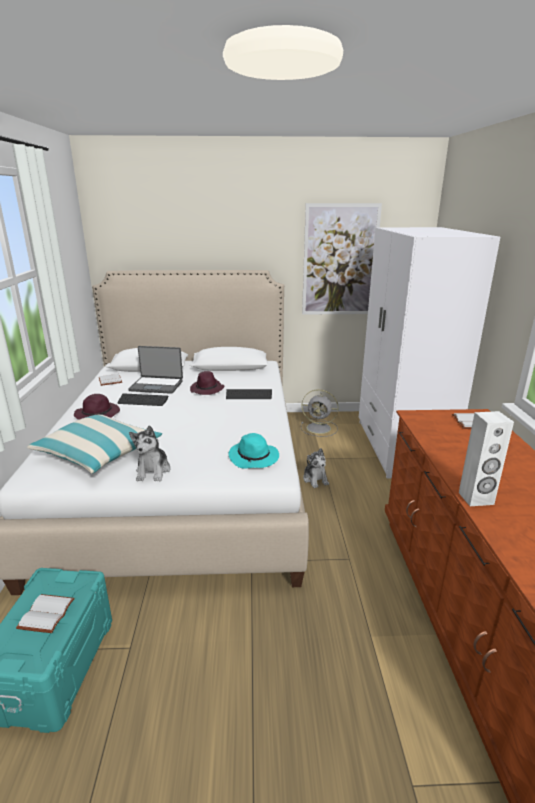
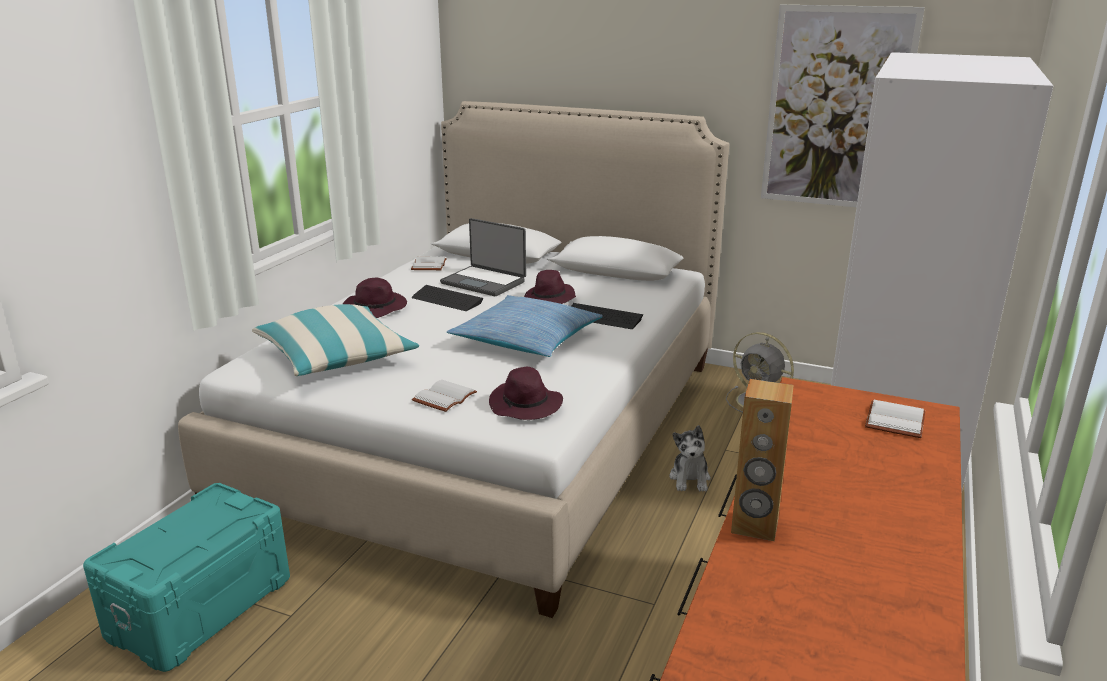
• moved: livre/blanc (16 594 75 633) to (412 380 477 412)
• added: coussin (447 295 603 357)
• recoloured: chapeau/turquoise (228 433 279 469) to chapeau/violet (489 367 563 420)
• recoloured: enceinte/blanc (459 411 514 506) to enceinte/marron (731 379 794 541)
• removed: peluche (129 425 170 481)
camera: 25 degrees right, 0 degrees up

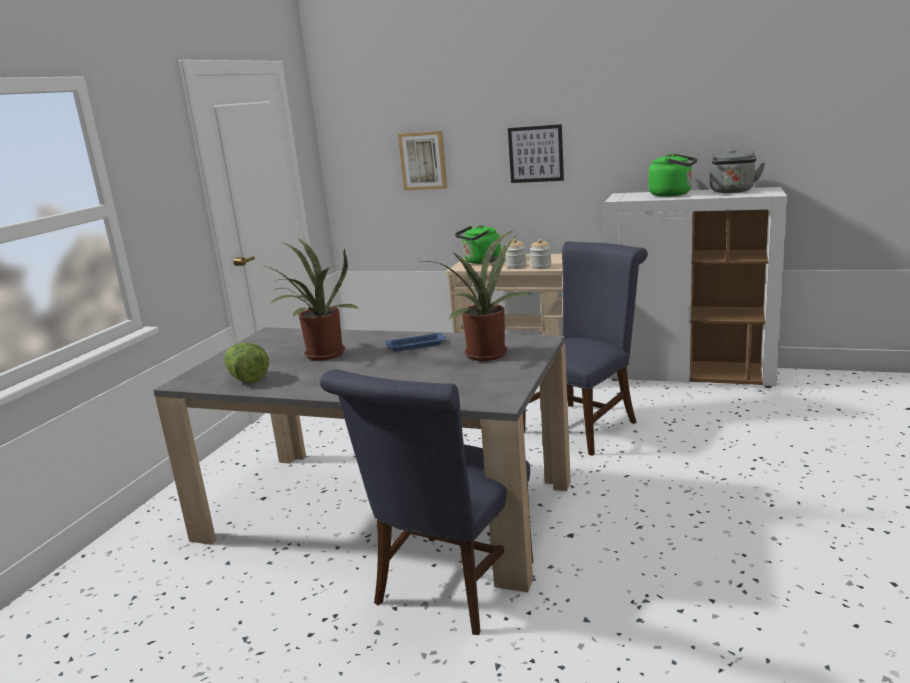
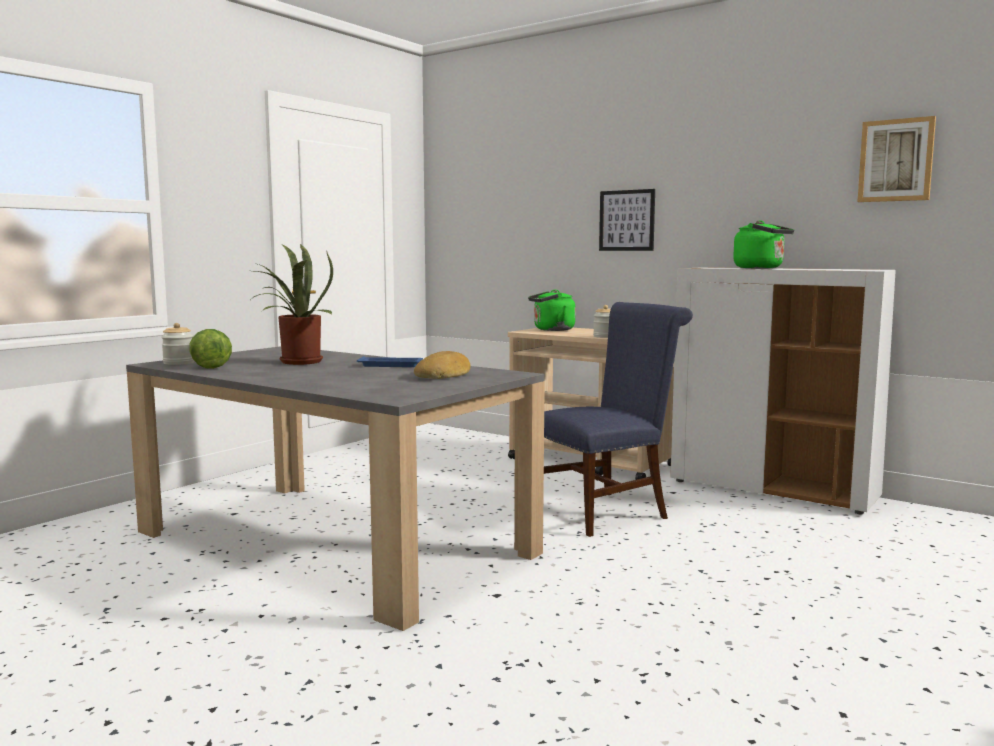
• moved: bocal (505 239 527 269) to (161 323 194 365)
• replaced: plante en pot (421 230 534 361) to pain (414 351 470 379)
• moved: tableau (398 131 447 191) to (857 116 936 202)
• removed: chaise/bleu (320 369 533 635)
• removed: bouilloire/gris (710 149 766 193)
camera: 15 degrees right, 10 degrees down

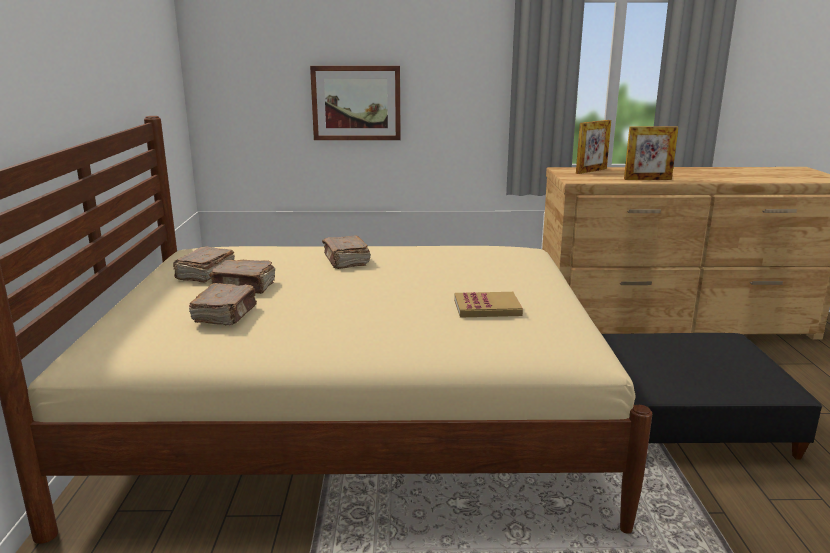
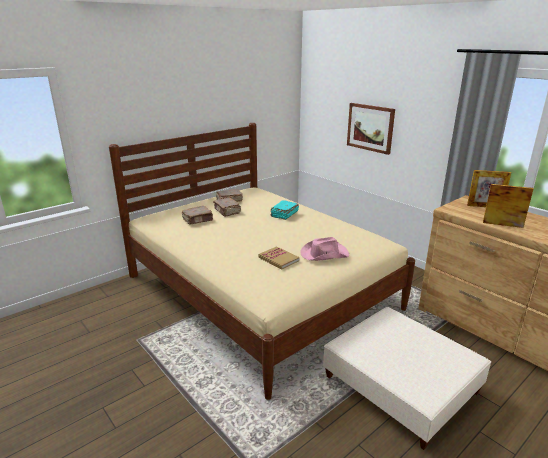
• recoloured: livre/marron (322 236 371 269) to livre/turquoise (271 200 299 220)
• added: chapeau/rose (300 237 349 261)
• recoloured: pouf/noir (602 333 822 460) to pouf/beige (323 307 491 450)
• turned: cadre photo (624 126 679 180) = (483 184 533 228) 150 degrees clockwise
camera: 50 degrees right, 5 degrees up

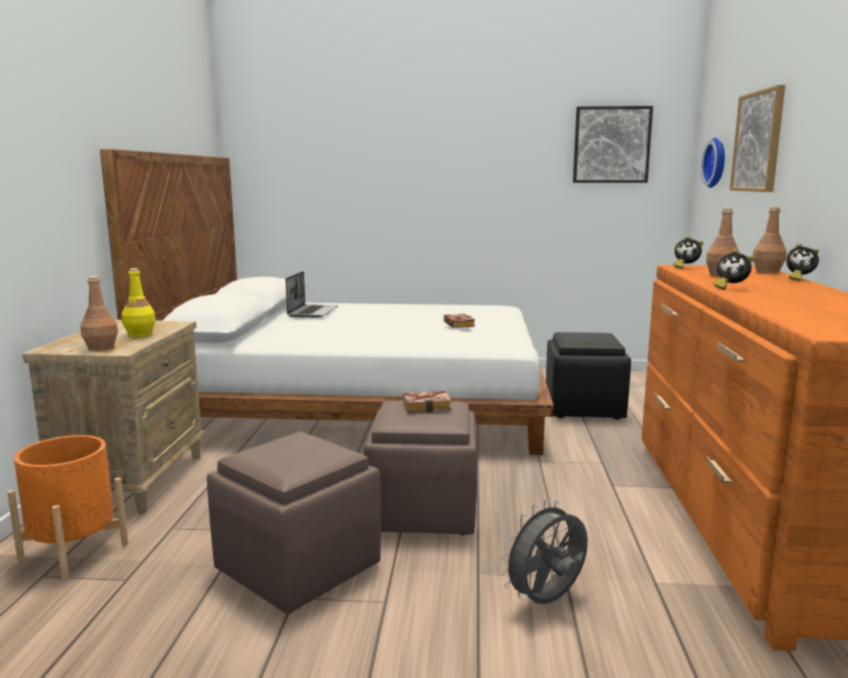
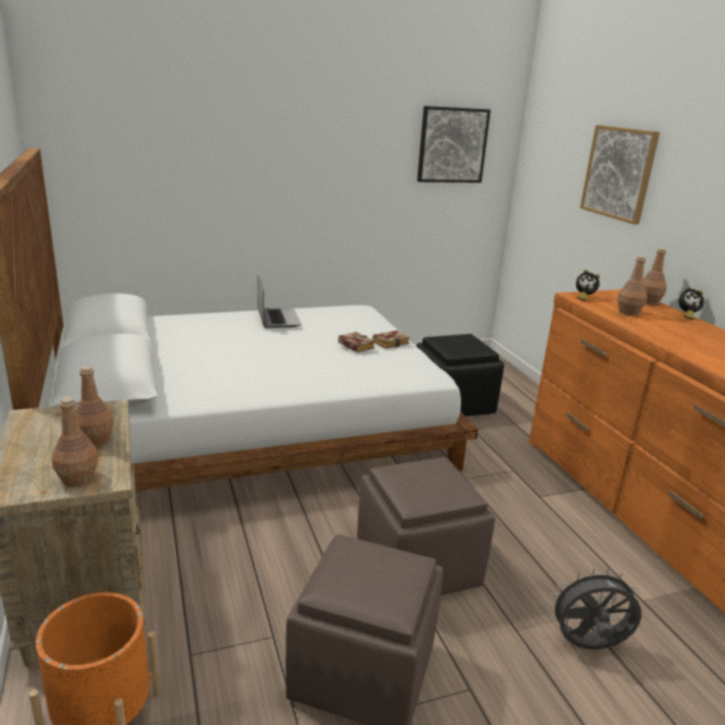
• recoloured: bouteille/jaune (122 268 156 338) to bouteille/marron (76 365 114 447)
• moved: ordinateur portable (285 271 338 318) to (257 276 301 328)
• moved: livre (403 391 452 413) to (372 331 410 349)
• turned: ventilateur/gris (500 500 588 604) = (548 568 642 649) 60 degrees clockwise
• removed: horloge murale (701 138 725 188)
• removed: réveil (714 250 754 290)
camera: 25 degrees left, 10 degrees up

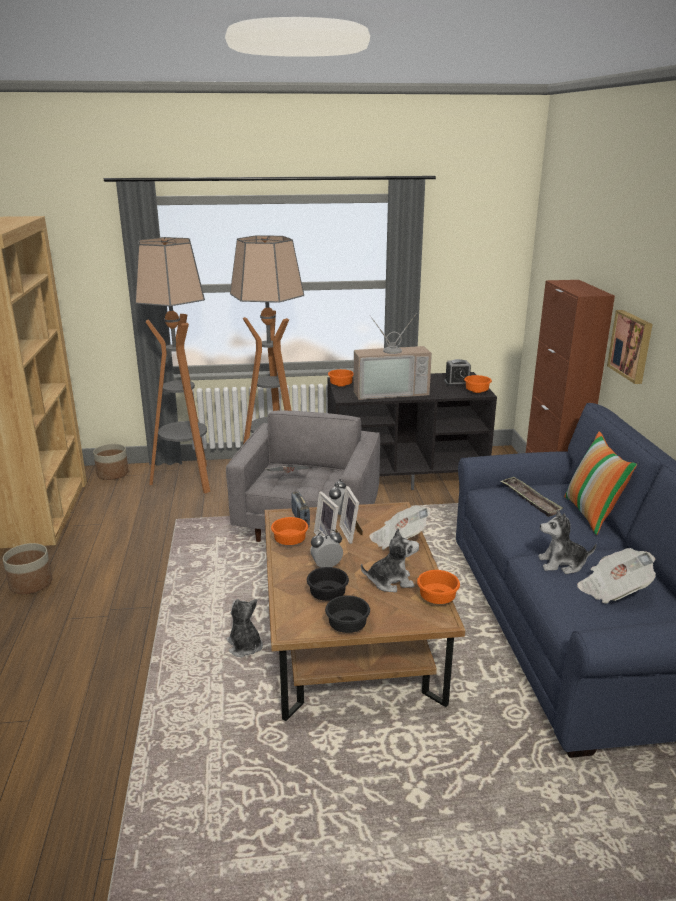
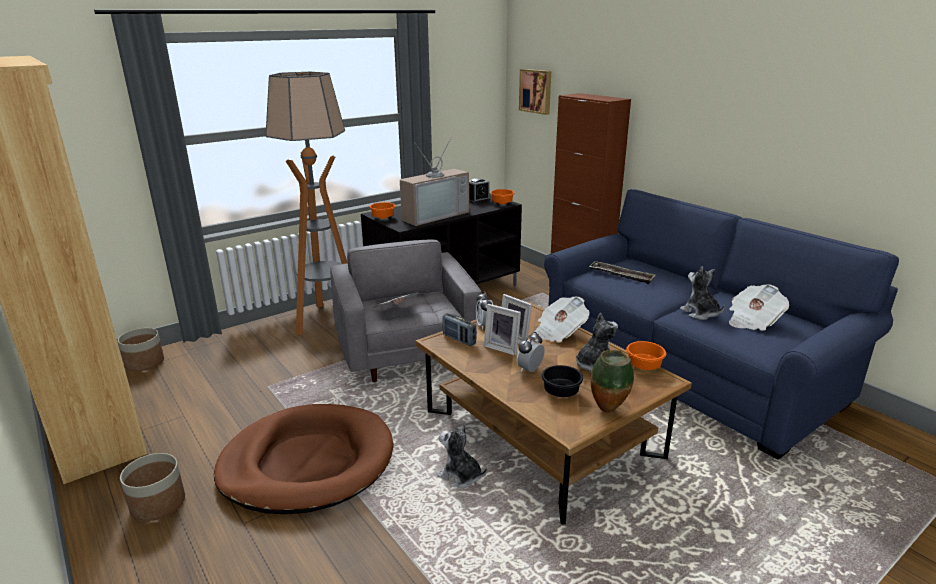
• added: panier pour chien/marron (214 404 394 514)
• moved: tableau (607 310 653 384) to (519 69 551 115)
• replaced: bol/noir (325 595 370 633) to vase (591 350 634 413)
• turned: peluche (538 510 596 574) = (680 266 725 320) 90 degrees clockwise
• removed: lampadaire (135 237 210 493)
• removed: bol/orange (271 517 308 545)
• removed: coussin (564 431 637 535)
camera: 30 degrees left, 0 degrees up

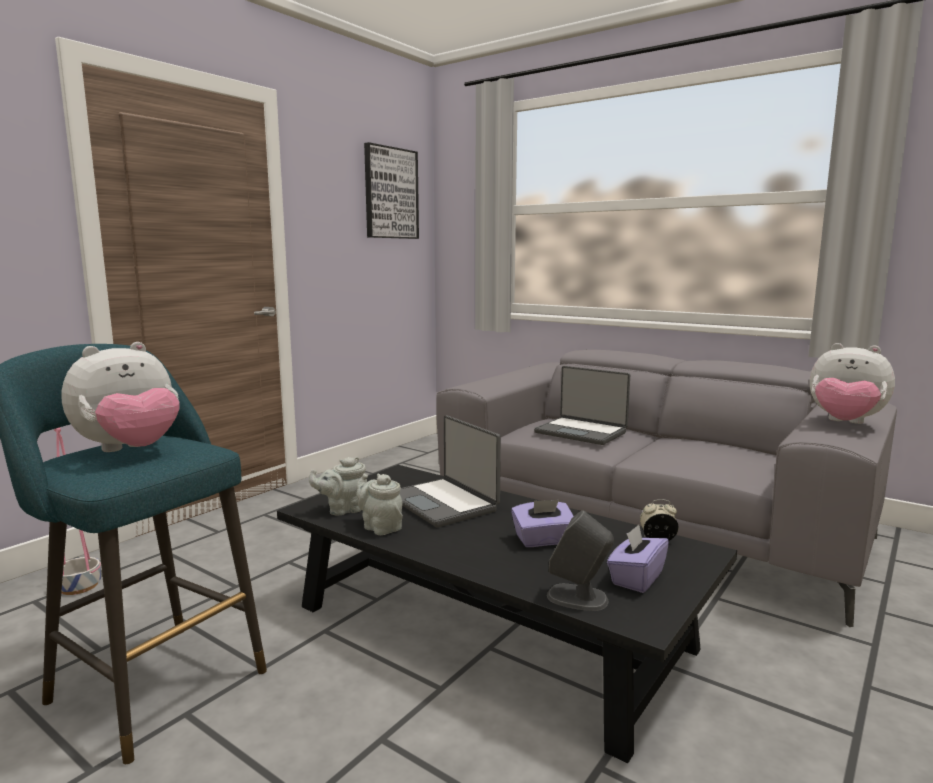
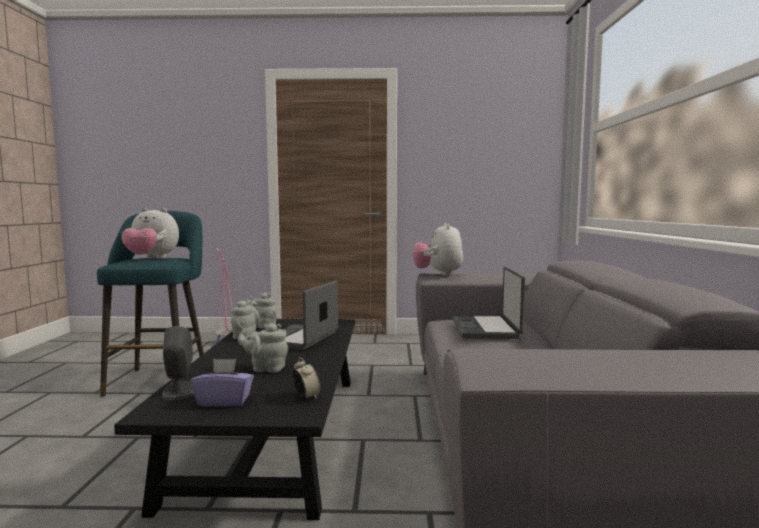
• replaced: boîte à mouchoirs/violet (511 499 574 547) to théière/gris (238 323 288 373)
• moved: peluche (810 343 895 424) to (413 223 463 276)
• removed: tableau (364 142 419 239)
camera: 55 degrees right, 5 degrees down

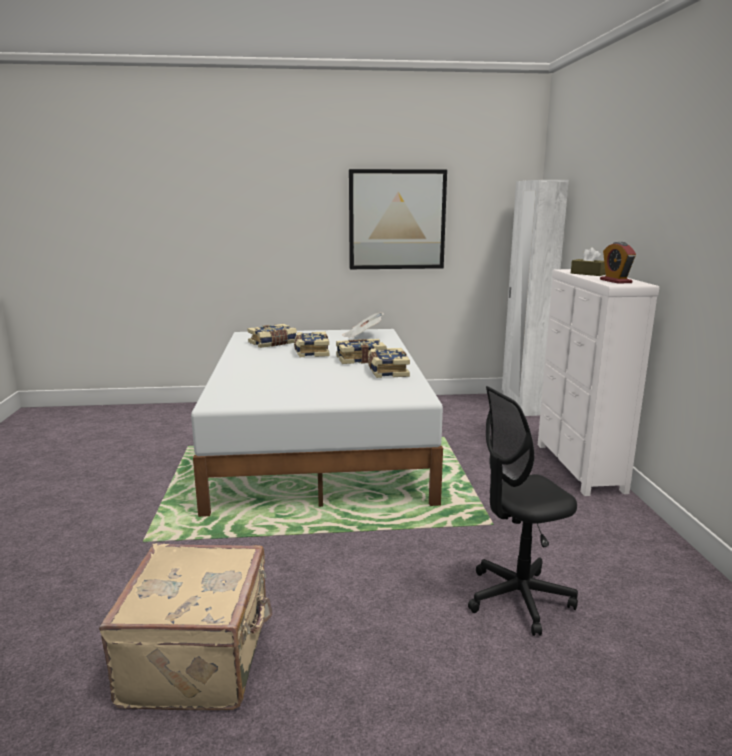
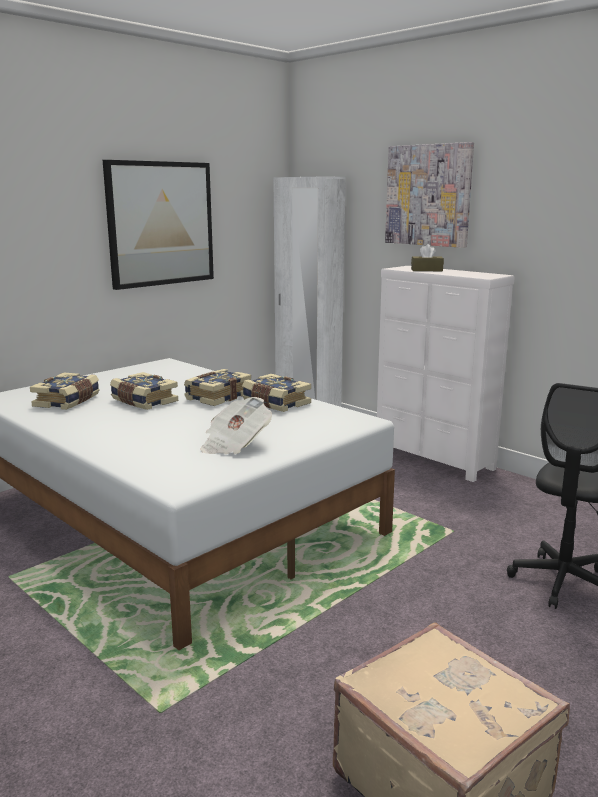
• moved: journal (342 312 384 338) to (200 397 272 454)
• added: tableau (385 142 474 248)
• removed: réveil (600 242 636 284)
camera: 40 degrees left, 0 degrees up

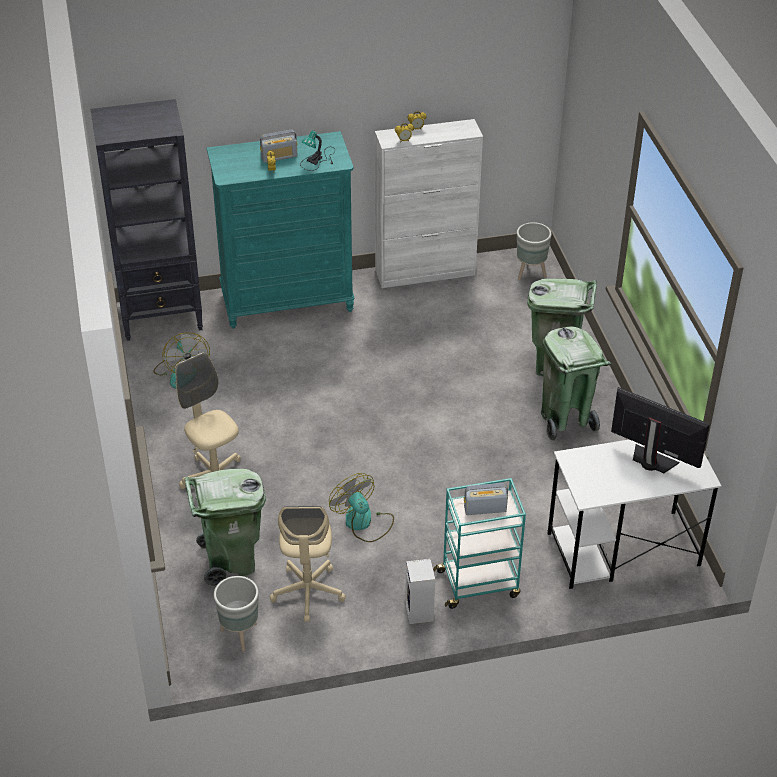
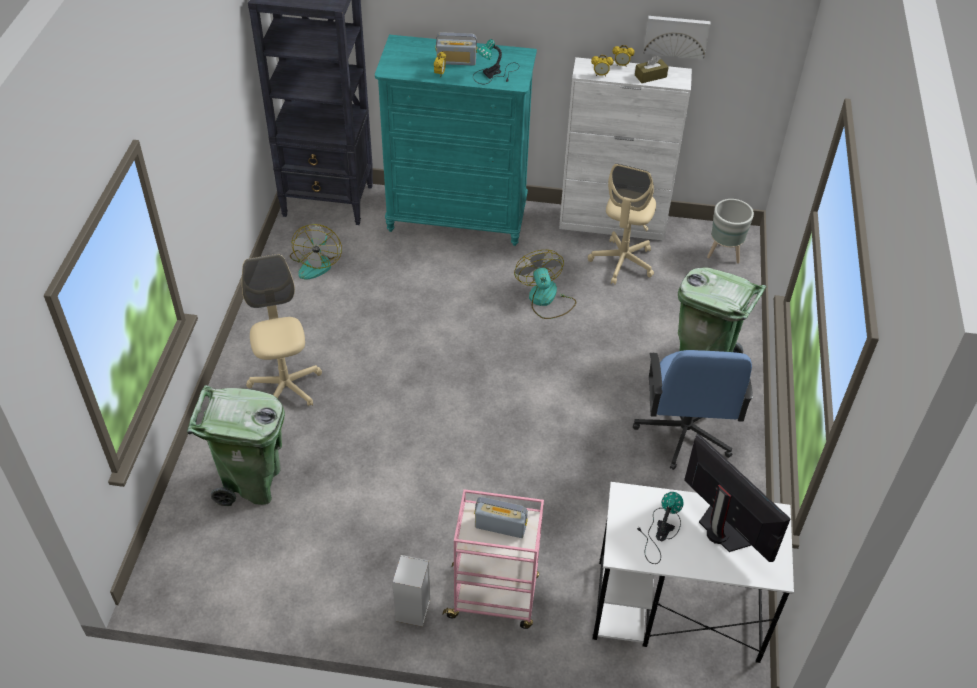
• recoloured: chariot/turquoise (433 478 526 609) to chariot/rose (442 489 544 629)
• moved: ventilateur (329 473 394 542) to (514 250 576 319)
• moved: chaise de bureau/beige (270 506 346 622) to (588 164 656 285)
• replaced: poubelle/vert (541 326 611 442) to chaise de bureau/bleu (633 350 753 470)
• added: boîte à mouchoirs/marron (635 56 668 83)
• added: lampe de table (636 492 684 564)
• added: tableau (643 16 710 59)
• removed: cache-pot/gris (214 576 259 652)
camera: 20 degrees right, 5 degrees up

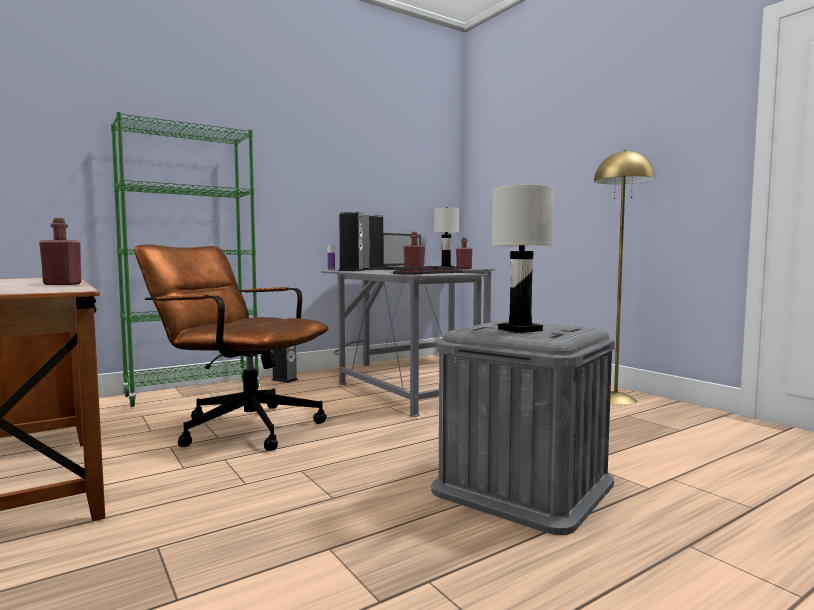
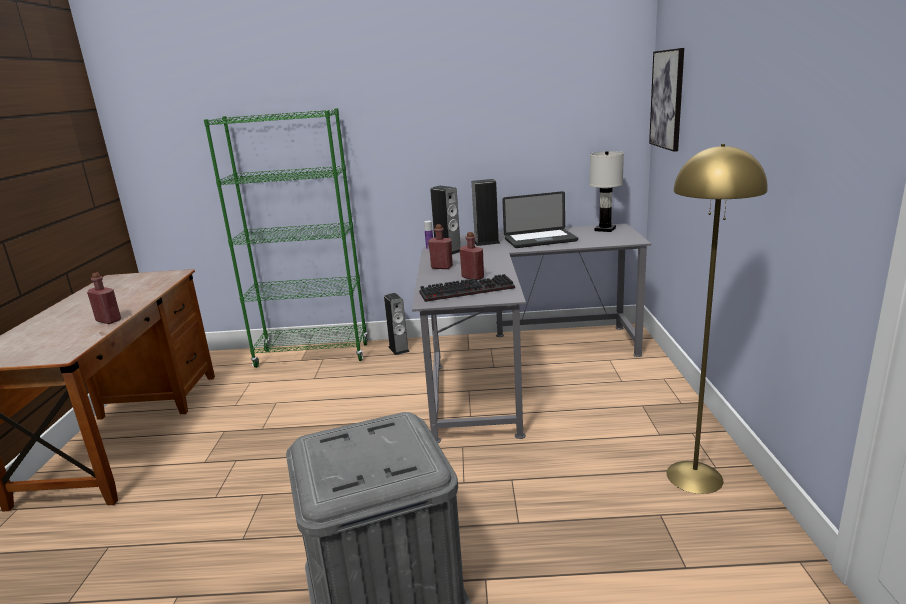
• moved: bouteille/rouge (456 237 473 269) to (428 224 453 269)
• added: tableau (649 48 684 152)
• removed: chaise de bureau/marron (134 244 329 451)
• removed: lampe de table/blanc (492 185 554 333)
camera: 35 degrees right, 15 degrees up

